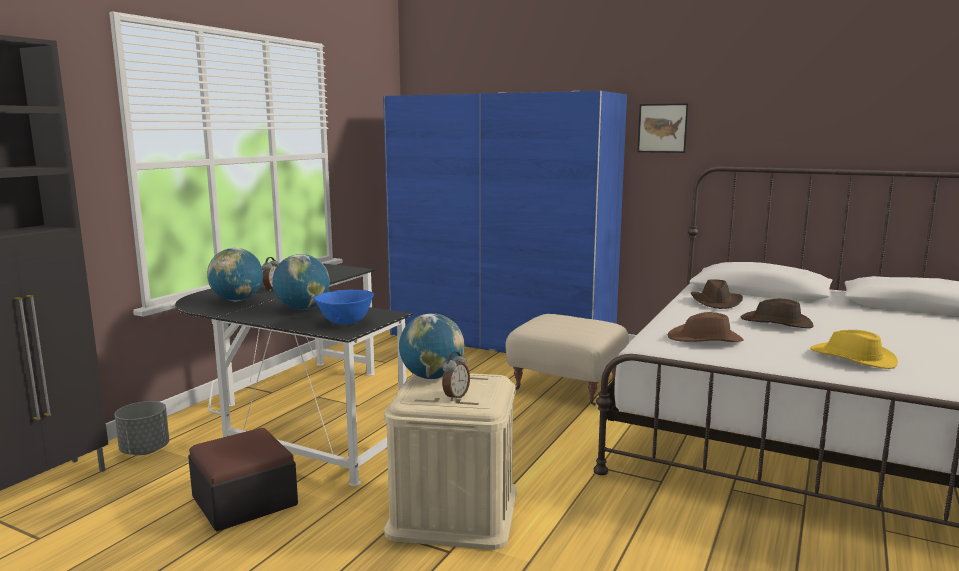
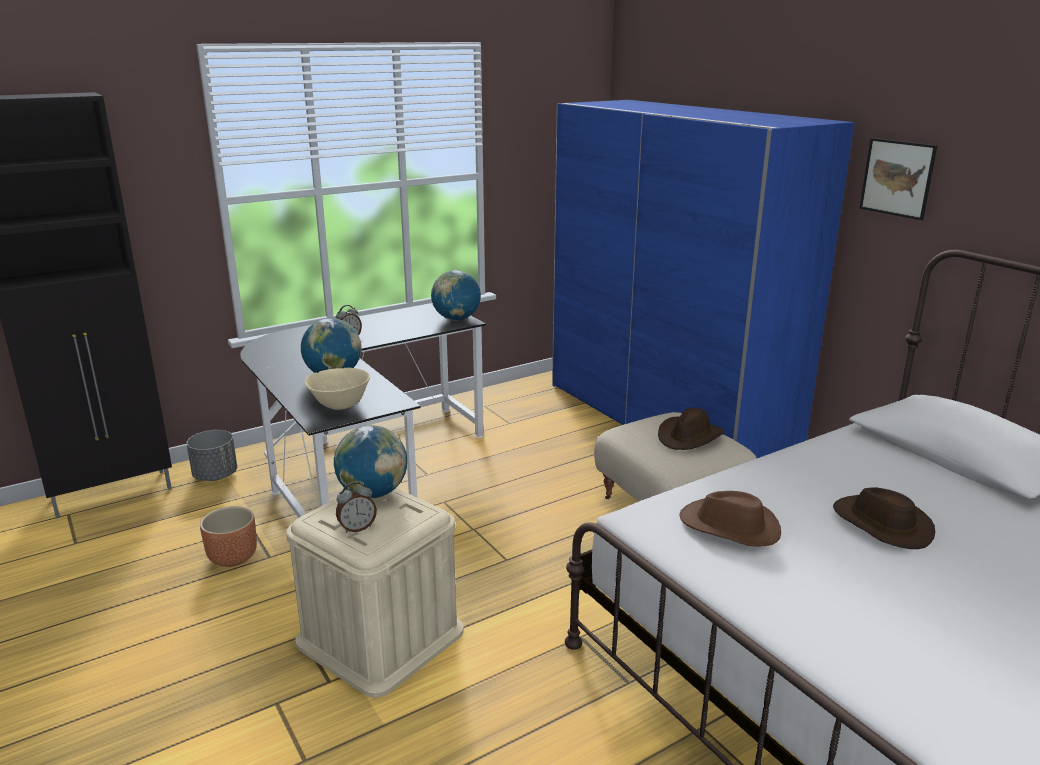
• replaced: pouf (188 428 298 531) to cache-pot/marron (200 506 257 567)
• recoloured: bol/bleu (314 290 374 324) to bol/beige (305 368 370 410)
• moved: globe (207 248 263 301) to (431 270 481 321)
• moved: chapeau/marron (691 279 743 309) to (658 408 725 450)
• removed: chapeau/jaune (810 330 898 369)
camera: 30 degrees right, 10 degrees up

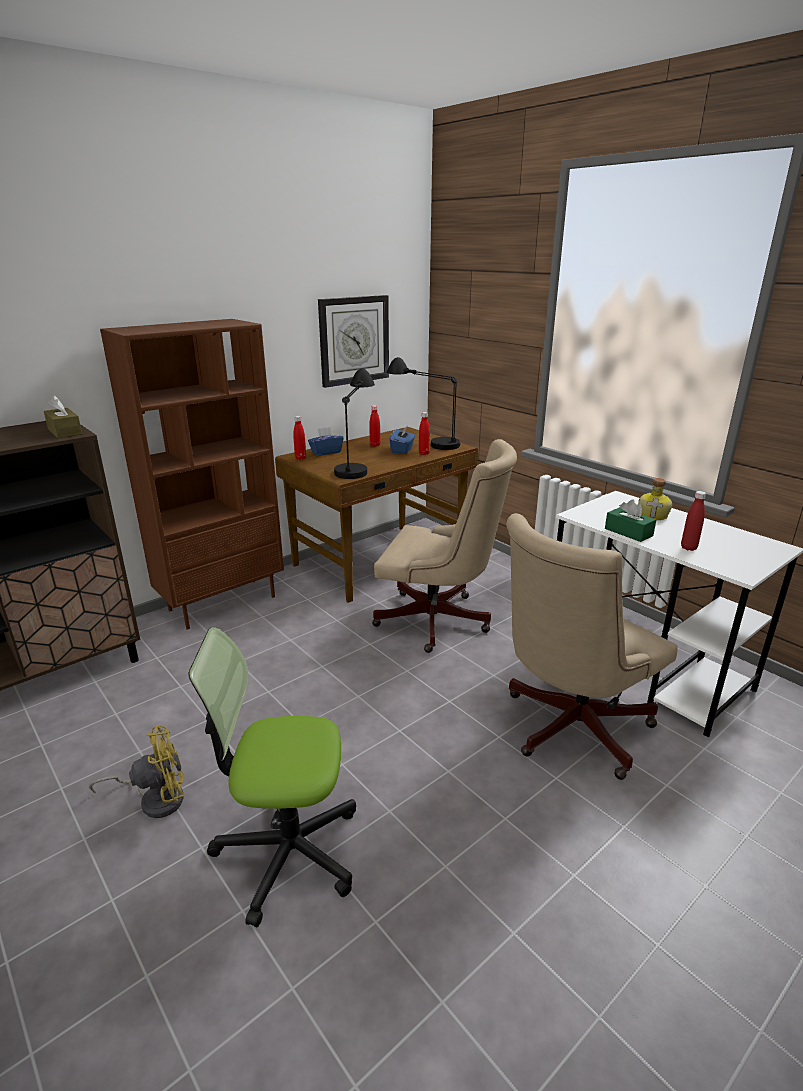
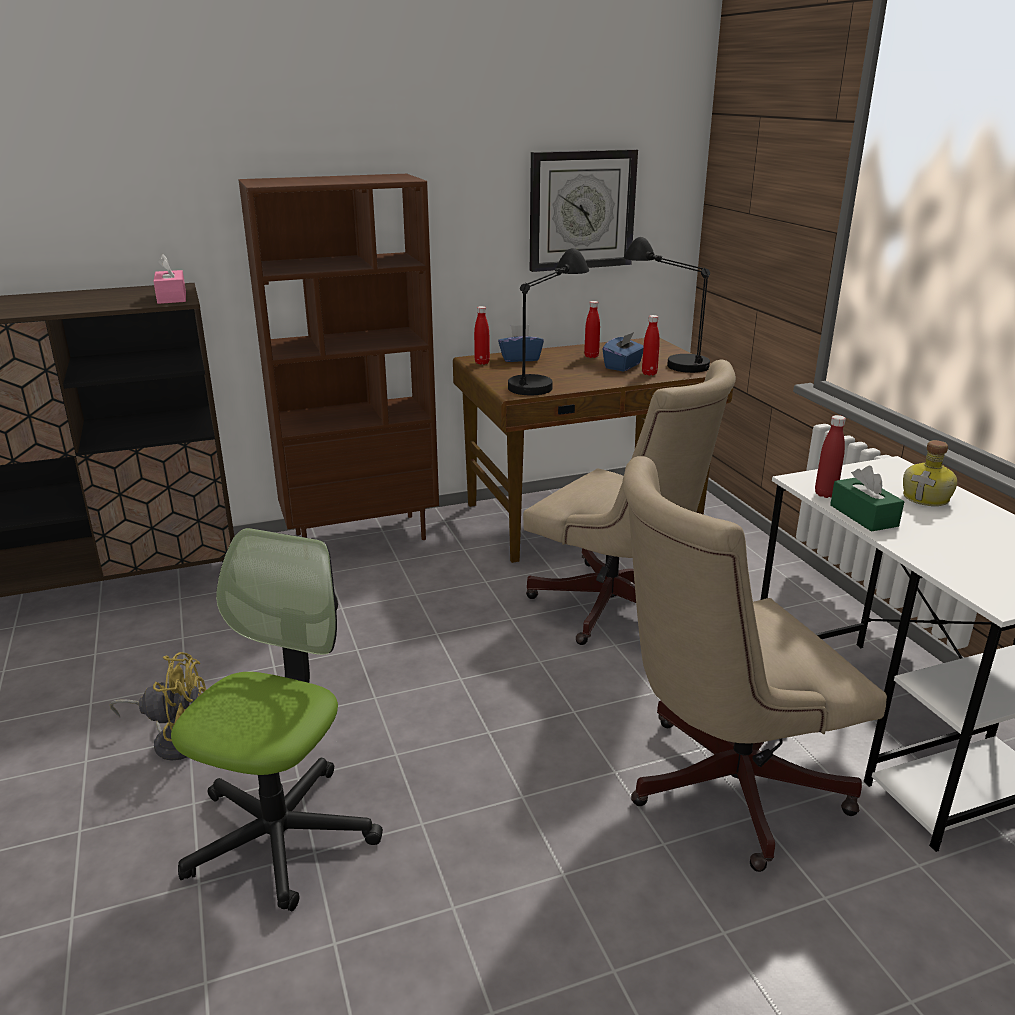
• recoloured: boîte à mouchoirs/marron (44 395 82 438) to boîte à mouchoirs/rose (154 254 186 304)
• turned: chaise de bureau (189 627 356 927) = (171 528 383 911) 90 degrees clockwise
• moved: bouteille/rouge (681 491 706 551) to (815 415 846 498)
camera: 20 degrees right, 0 degrees up

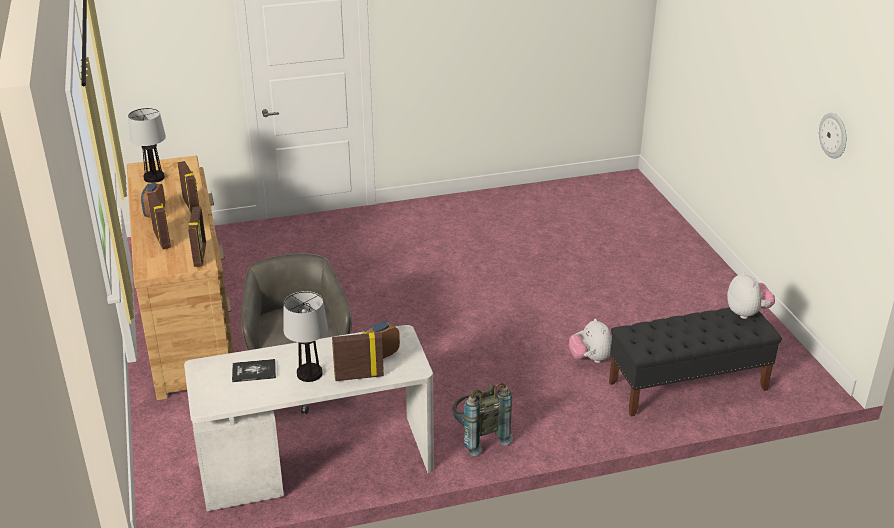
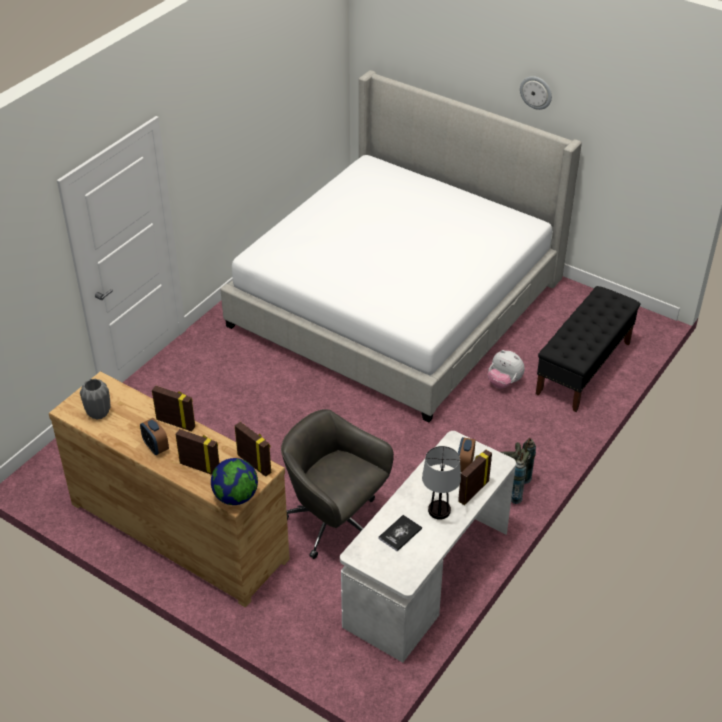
• replaced: lampe de table (128 108 166 183) to vase/gris (80 378 111 420)
• added: globe (211 458 258 505)
• added: lit (221 70 582 422)
• moved: horloge murale (819 113 846 159) to (520 76 552 110)
• removed: peluche (727 272 775 319)
camera: 40 degrees left, 10 degrees up

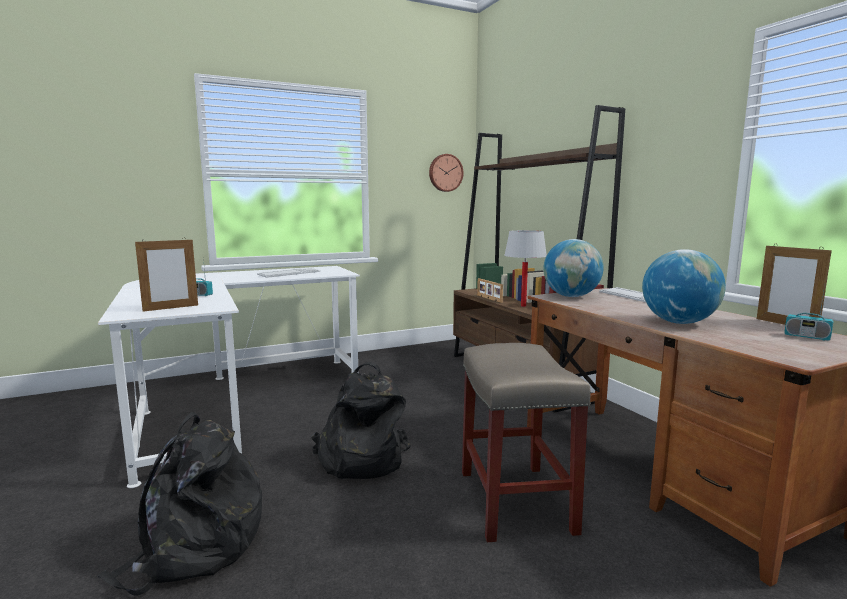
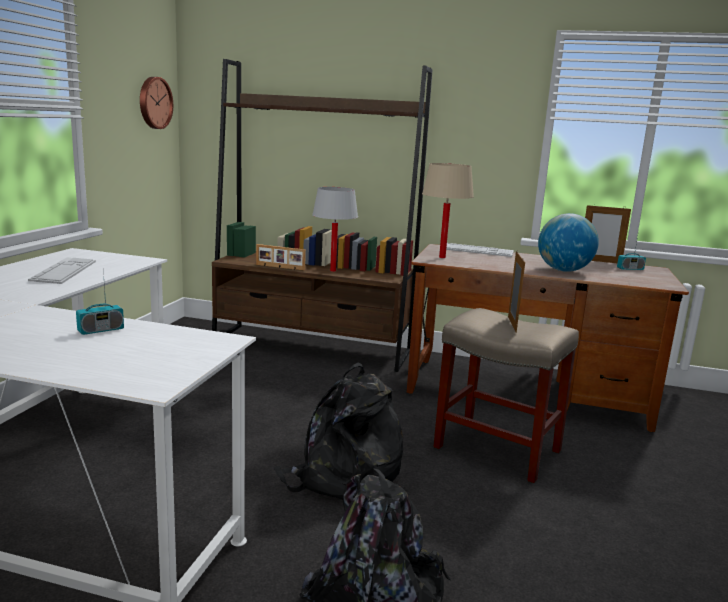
• replaced: globe (543 239 603 297) to lampe de table/beige (422 163 474 258)
• moved: cadre photo (135 238 198 312) to (508 251 525 333)
camera: 50 degrees left, 5 degrees up

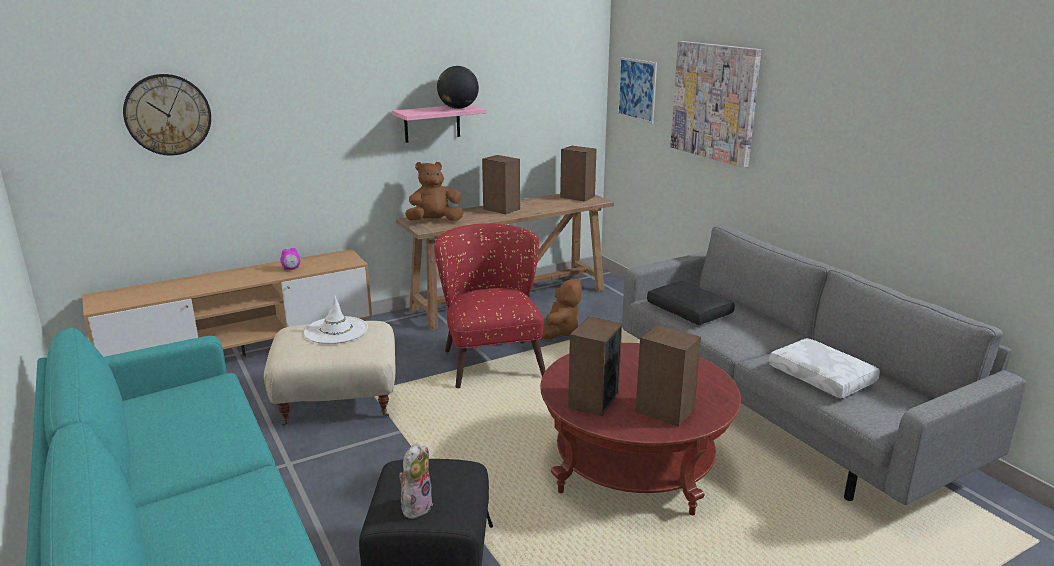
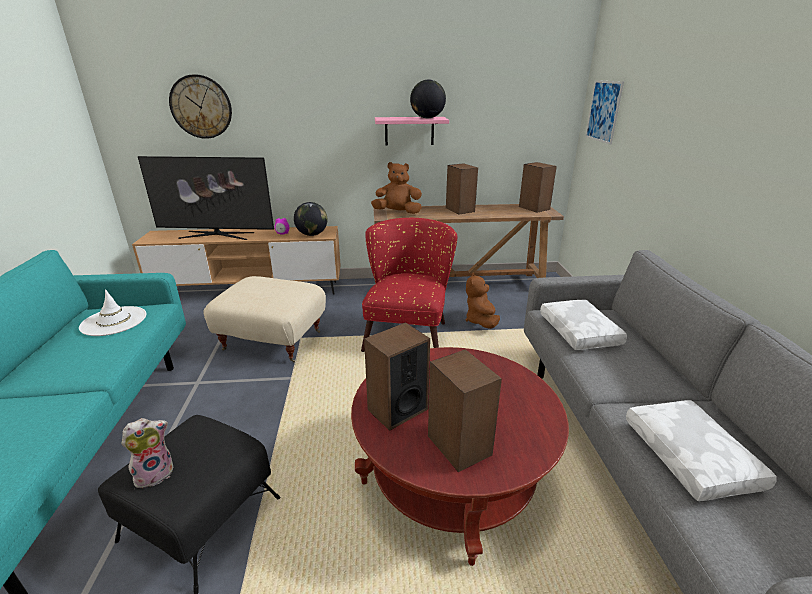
• moved: chapeau/blanc (304 295 368 344) to (79 289 147 336)
• added: téléviseur (138 156 274 240)
• added: globe (294 202 328 236)
• turned: peluche/marron (542 278 582 339) = (466 272 500 329) 135 degrees clockwise
• recoloured: coussin/noir (647 281 735 325) to coussin/blanc (540 300 627 350)
• removed: tableau (670 41 761 168)
camera: 25 degrees right, 5 degrees up

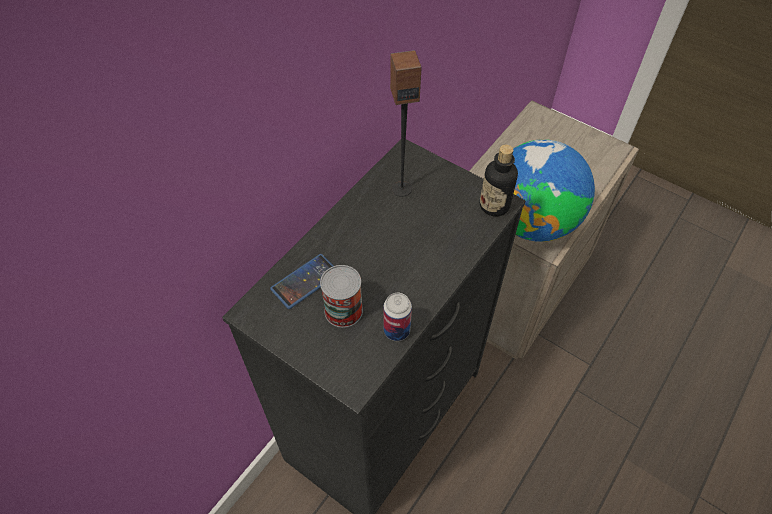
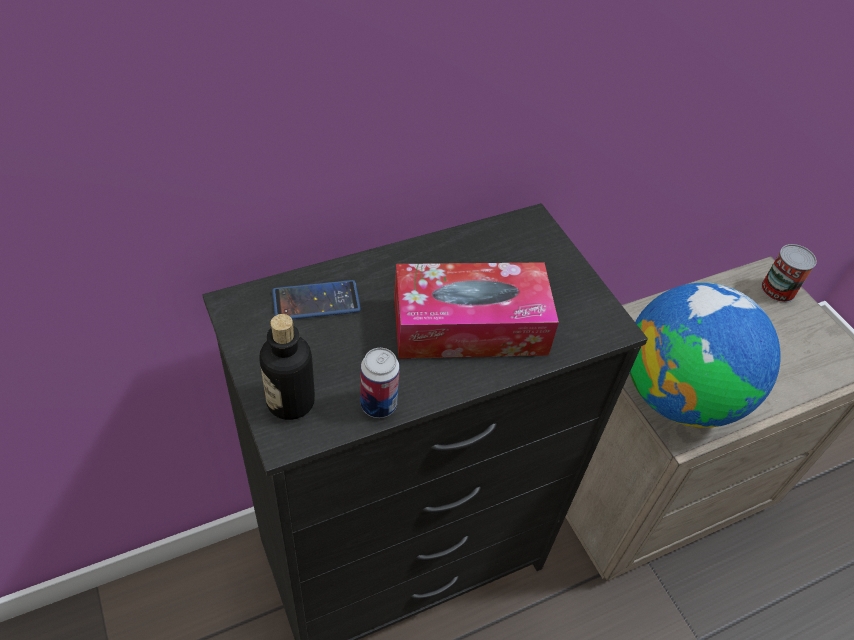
• moved: bouteille (480 145 518 216) to (259 314 315 420)
• added: boîte à mouchoirs (394 262 559 359)
• moved: boîte métallique (320 265 363 328) to (761 244 817 303)
• removed: enceinte (390 50 422 197)
camera: 25 degrees right, 5 degrees down

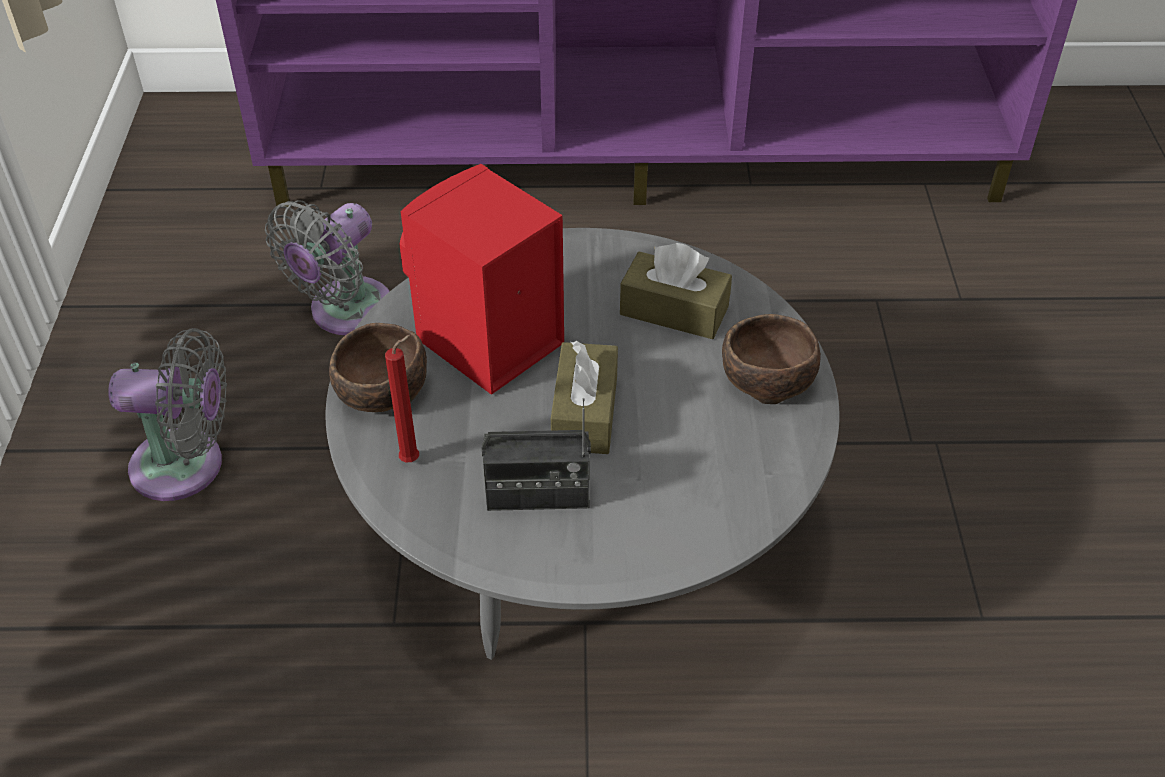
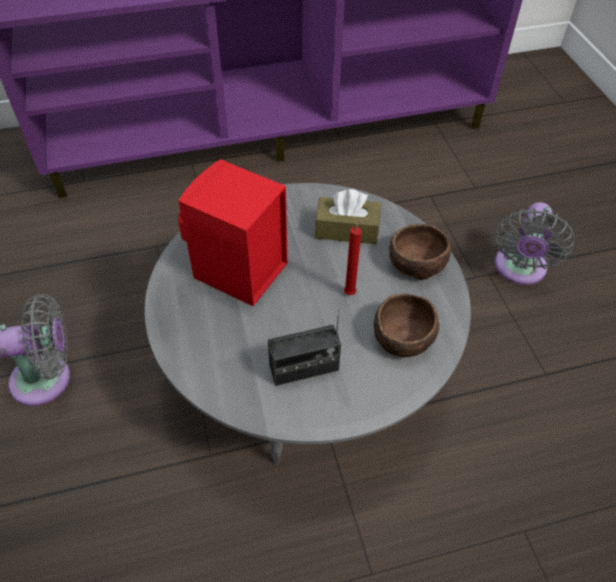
• moved: bougie/rouge (385 335 419 463) to (344 217 366 295)
• moved: bol/marron (329 323 427 412) to (374 294 439 357)
• moved: ventilateur/gris (265 200 390 335) to (495 202 575 285)
• removed: boîte à mouchoirs/marron (551 341 618 454)
camera: 15 degrees left, 5 degrees up

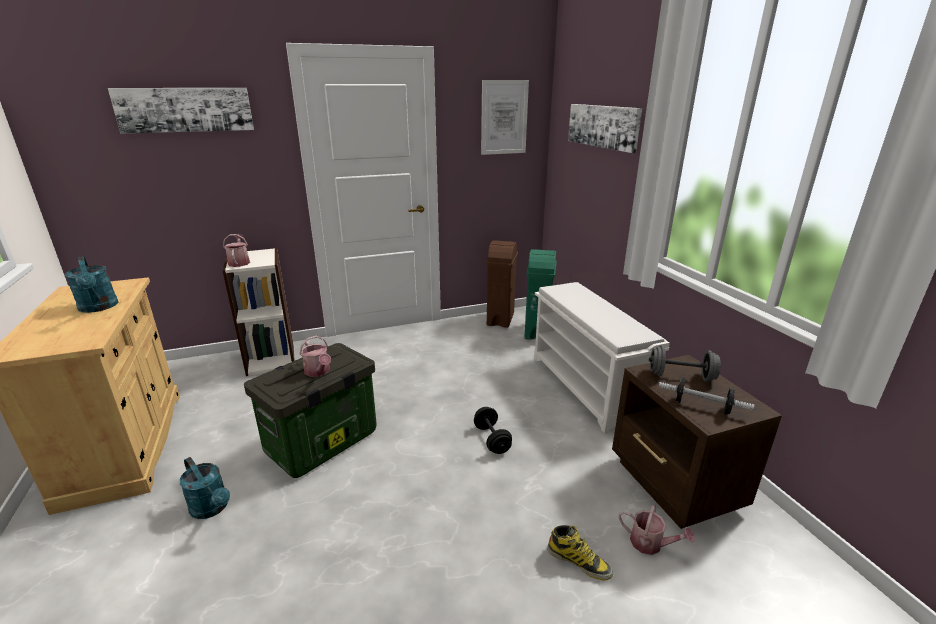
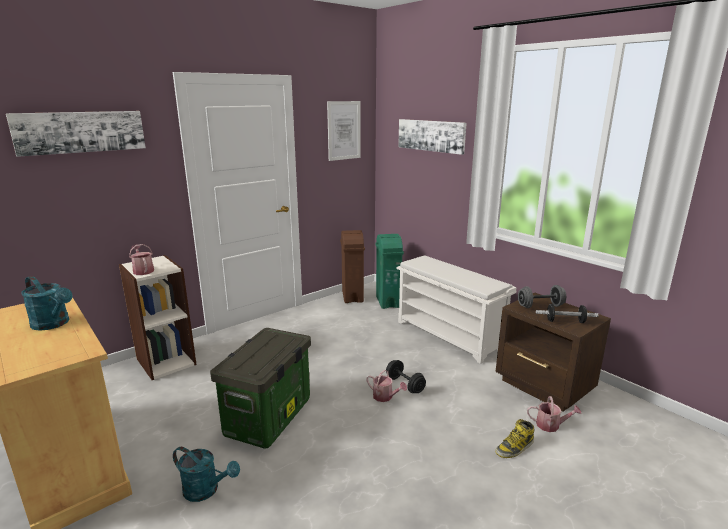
• moved: arrosoir (299 336 331 377) to (366 370 407 402)
• turned: botte (547 525 613 580) = (495 419 534 458) 135 degrees clockwise
camera: 20 degrees left, 5 degrees down

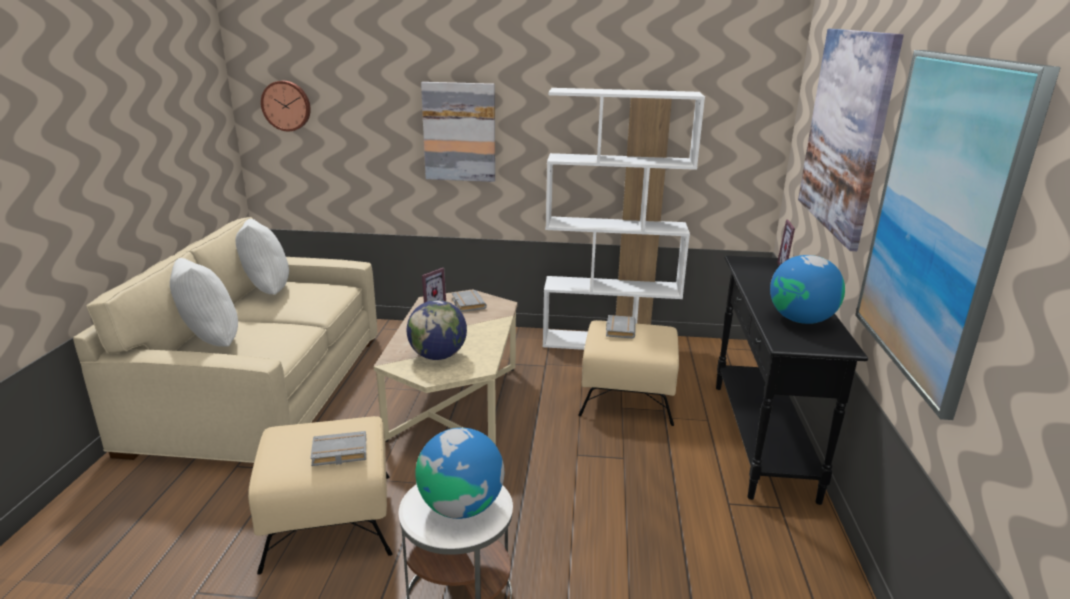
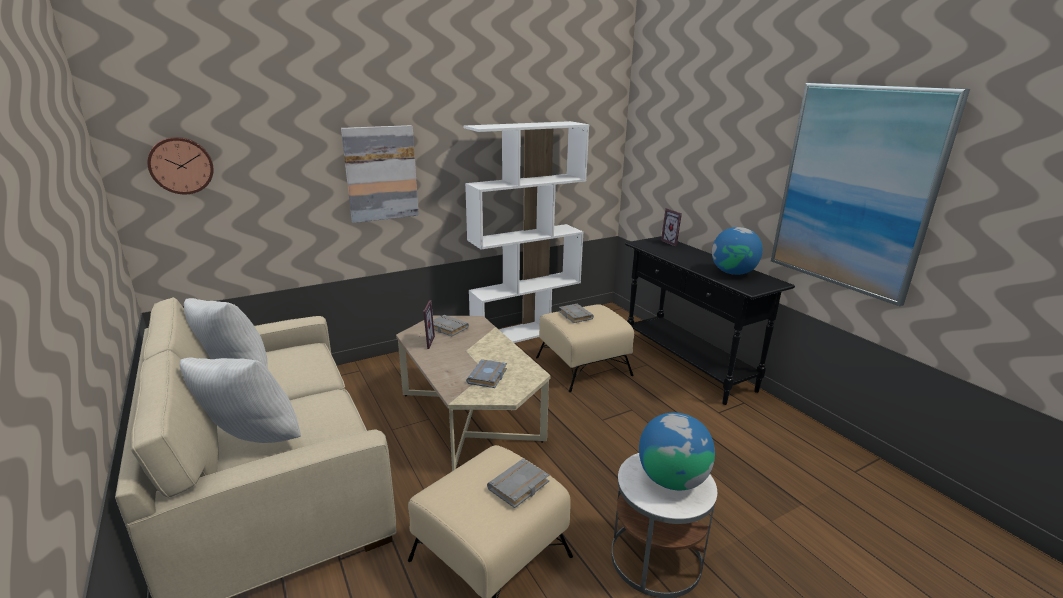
• replaced: globe (407 300 467 360) to livre/gris (466 359 507 388)
• removed: tableau (798 29 904 251)
camera: 35 degrees left, 0 degrees up

